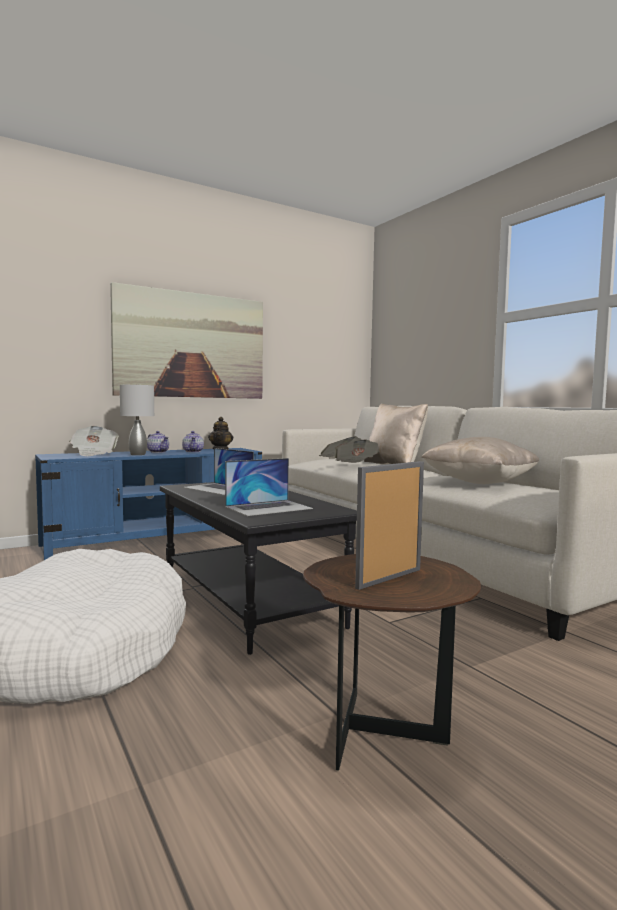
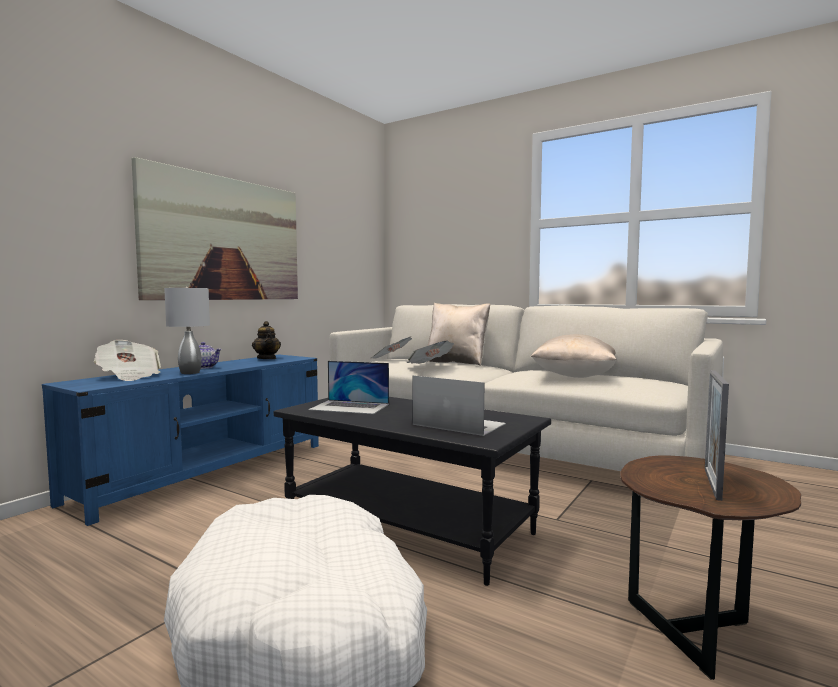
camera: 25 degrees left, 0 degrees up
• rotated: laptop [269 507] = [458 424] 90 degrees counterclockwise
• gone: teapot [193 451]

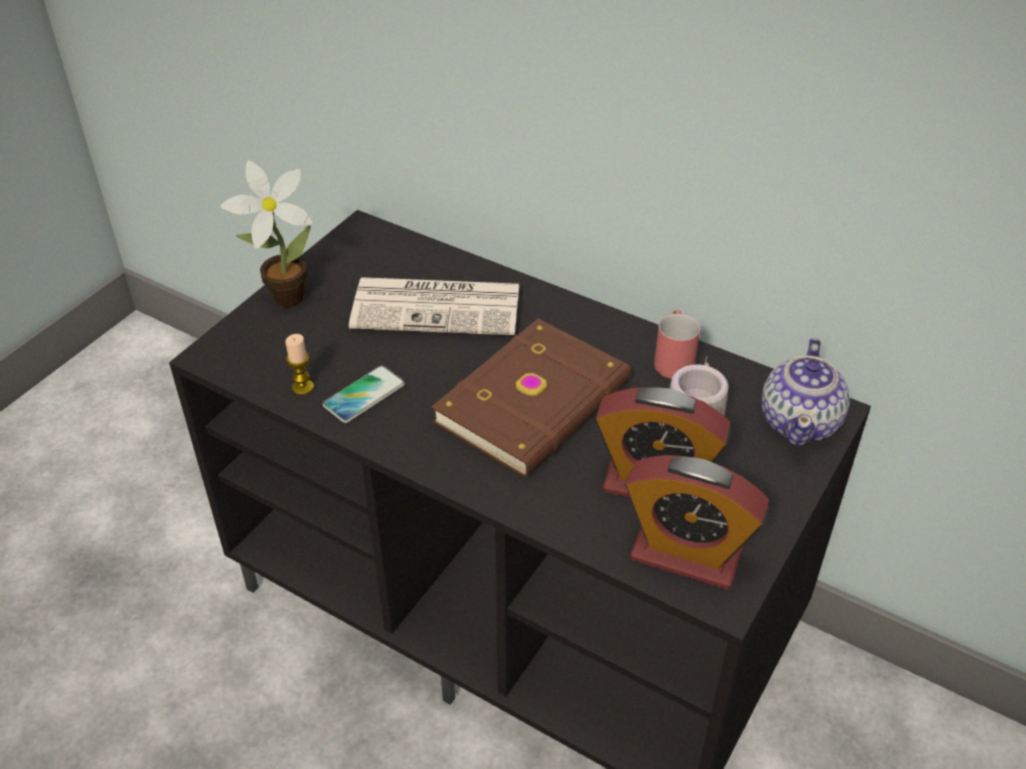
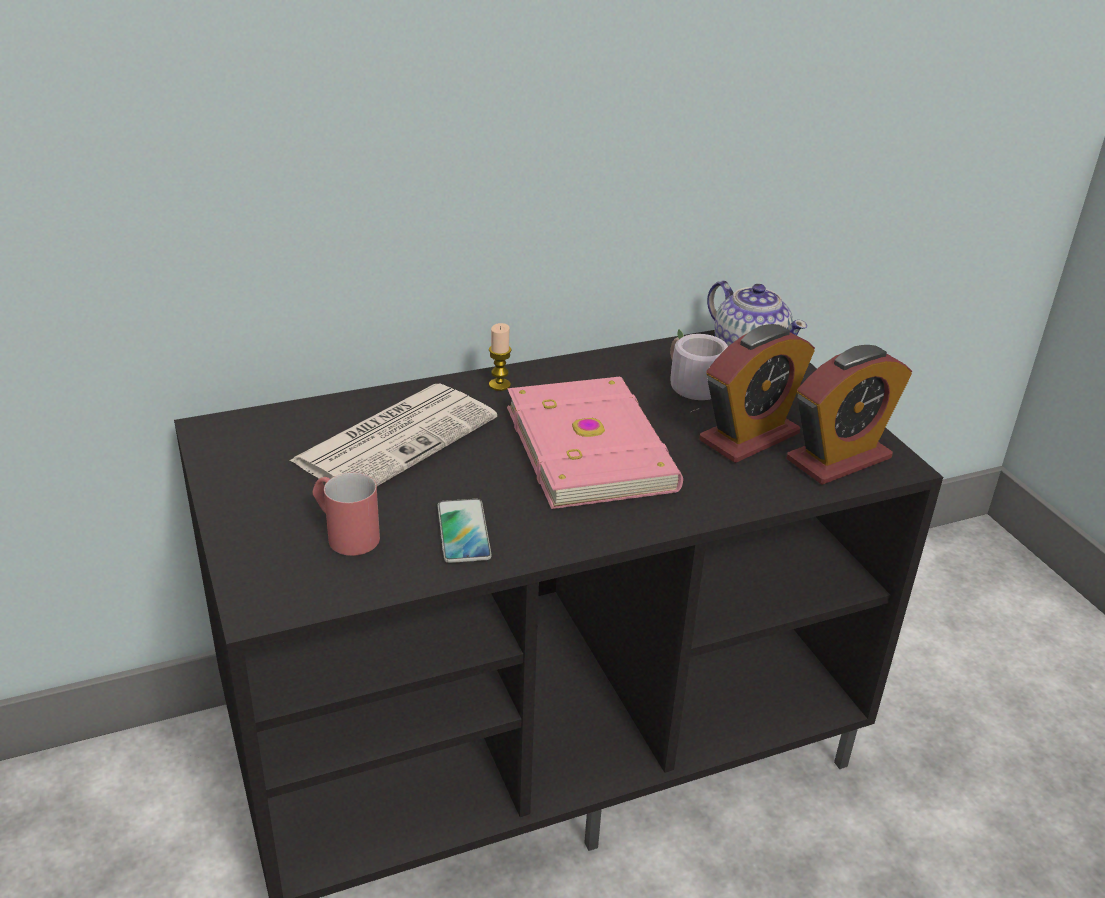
camera: 55 degrees left, 10 degrees down
• shifted: mug/red [673 358] to [345 534]
• shifted: candle [303 387] to [499 385]
• repainted: book/brown [536 403] to book/pink [592 447]
• gone: potted plant [282 297]

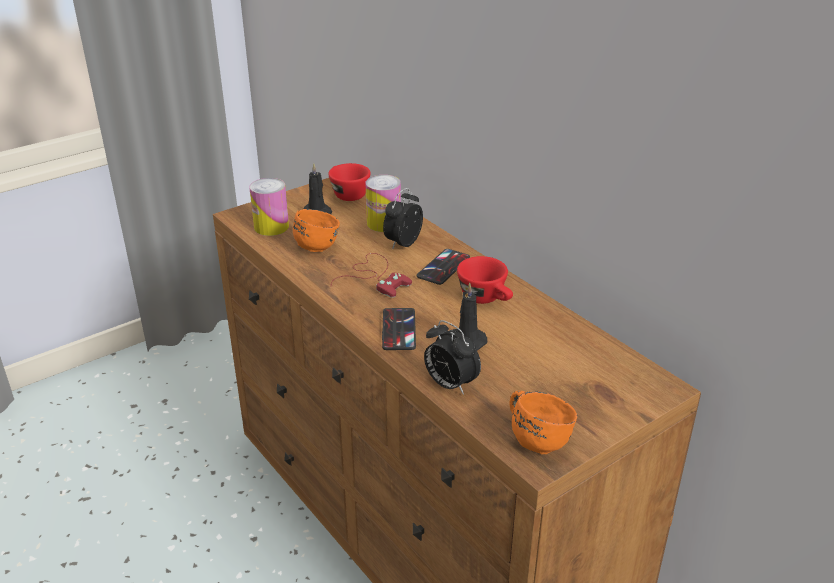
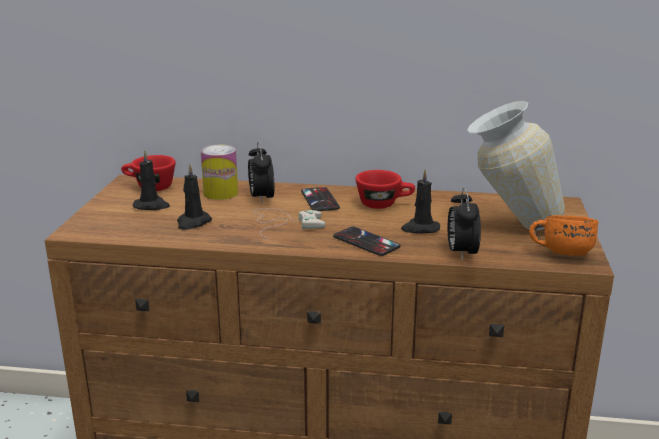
camera: 45 degrees left, 10 degrees down
• swapped: mug/orange [316 244] to candle/black [193 223]
• repainted: game controller/red [375 277] to game controller/white [284 223]
• rotated: alarm clock [449 384] = [461 253] 90 degrees clockwise
• new: vase [508 225]
• gone: can [271 227]

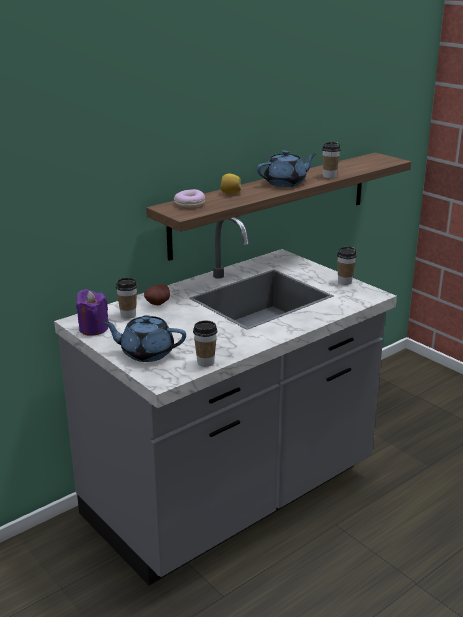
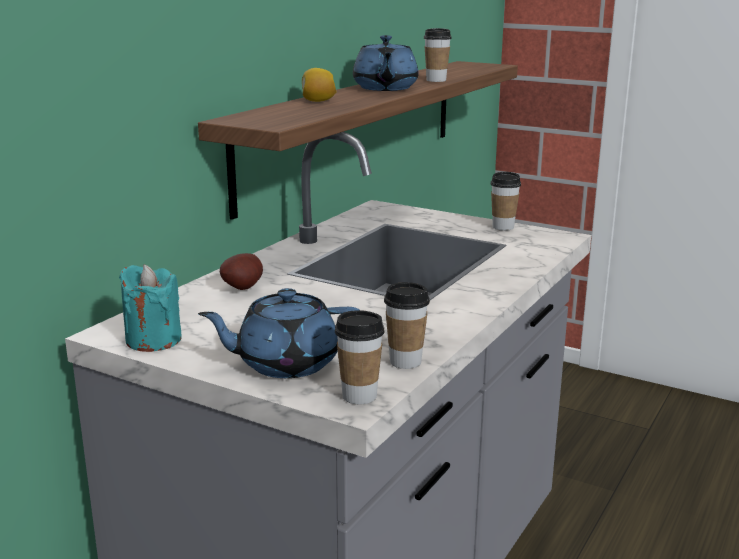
camera: 20 degrees left, 5 degrees down
• repainted: candle/purple [93 329] to candle/turquoise [153 340]
• shifted: cup [128 315] to [359 396]
• rotated: teapot/blue [285 183] = [385 88] 135 degrees clockwise
• gone: donut [190 204]

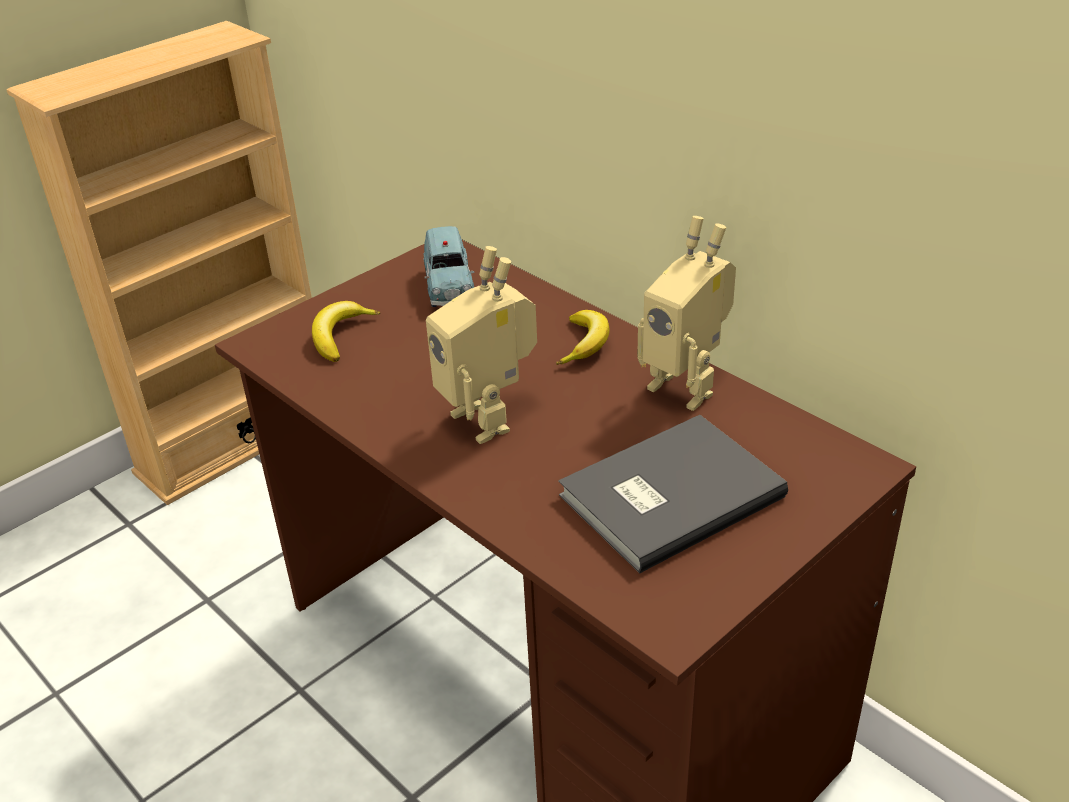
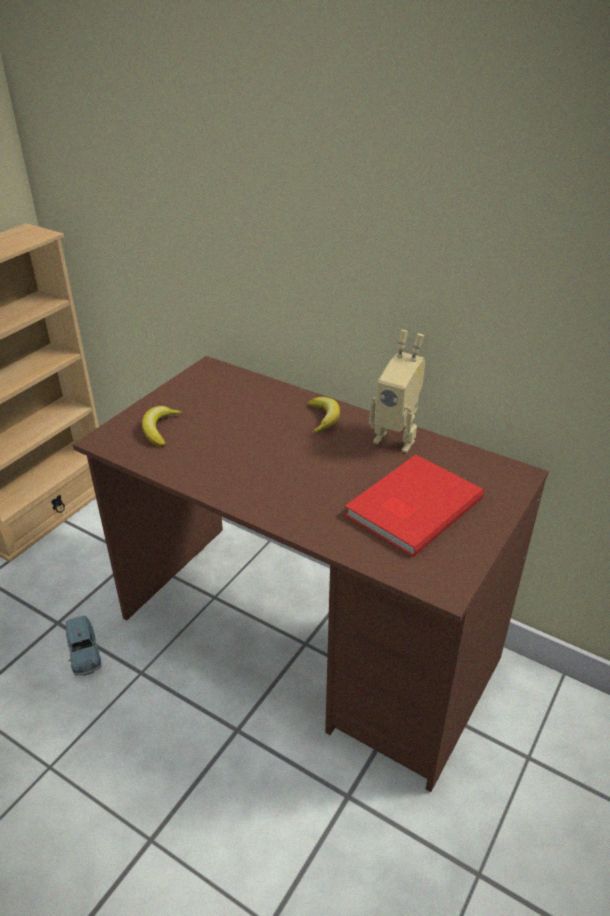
camera: 15 degrees left, 0 degrees up
• shifted: toy car/blue [449 288] to [84 655]
• repainted: book/grey [666 494] to book/red [410 506]
• gone: toy robot [489 418]

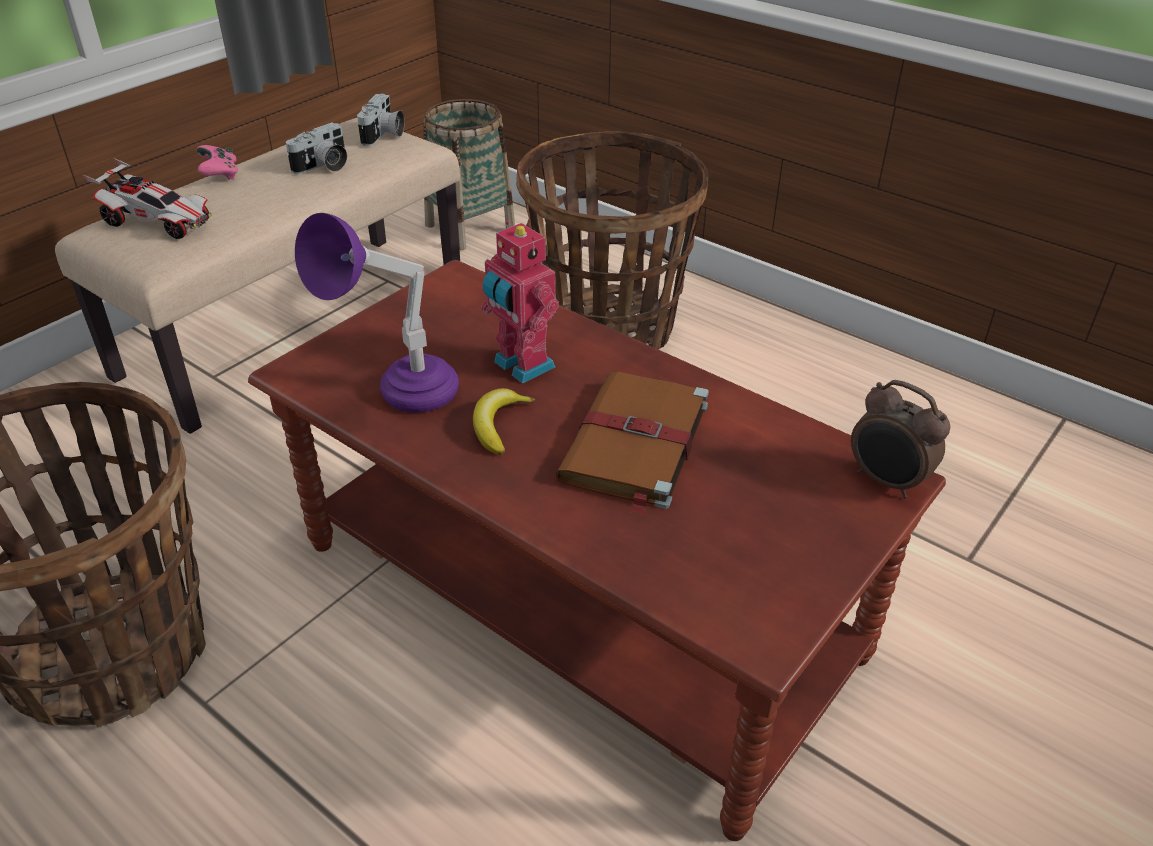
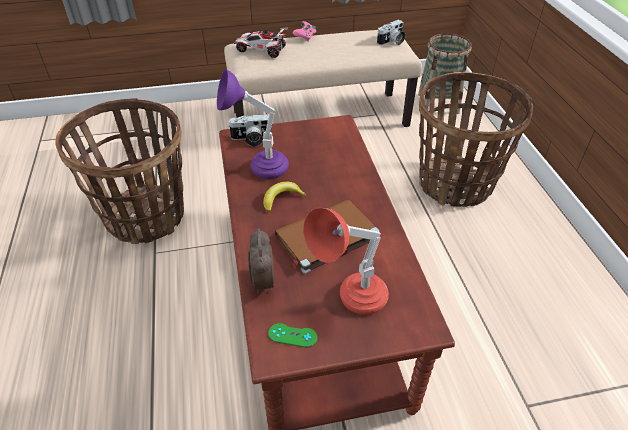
camera: 40 degrees right, 5 degrees up
• shifted: photo camera [323 166] to [251 139]
• rotated: toy car [158 223] = [261 50] 135 degrees clockwise
• shifted: alarm clock [886 482] to [262 282]
• new: game controller/green [292 335]
• new: table lamp/red [350 301]
• gone: toy robot [521 366]

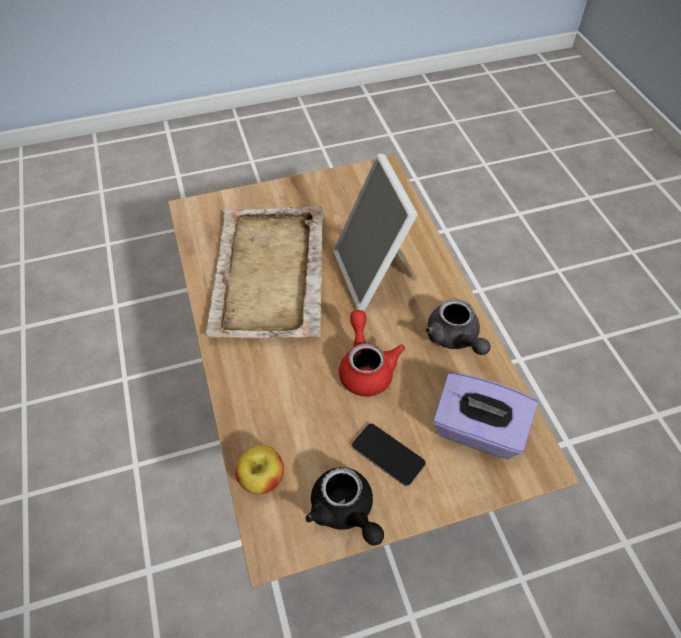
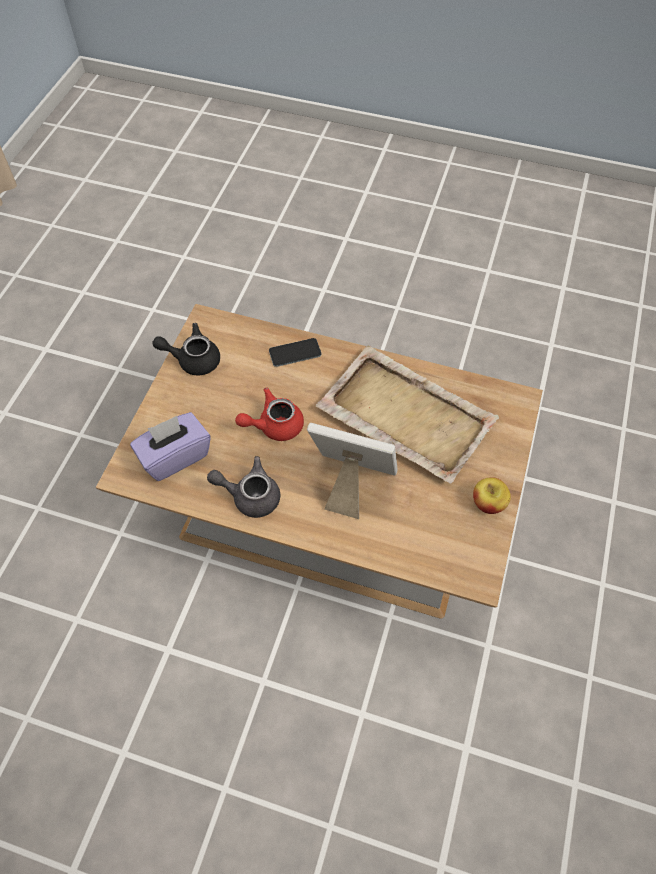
camera: 125 degrees right, 5 degrees up
• rotated: teapot/red [365 367] = [274 425] 135 degrees clockwise
• shifted: phone [388 454] to [295 353]
• shifted: apple [262 478] to [488 503]

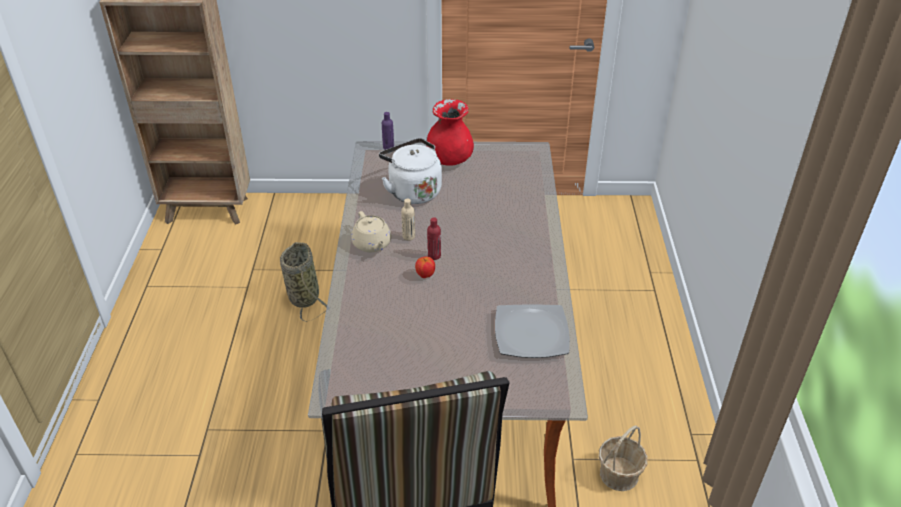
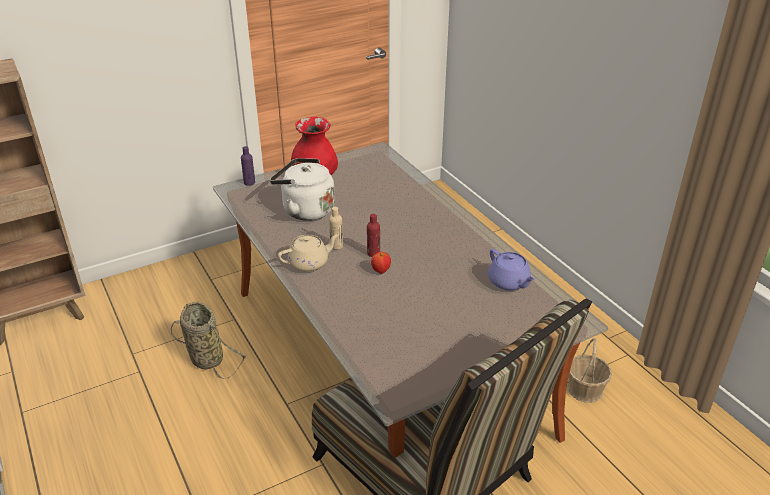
camera: 30 degrees left, 5 degrees down
• rotated: teapot/beige [372 244] = [309 263] 60 degrees counterclockwise
• swapped: plate [532 333] to teapot/purple [509 282]

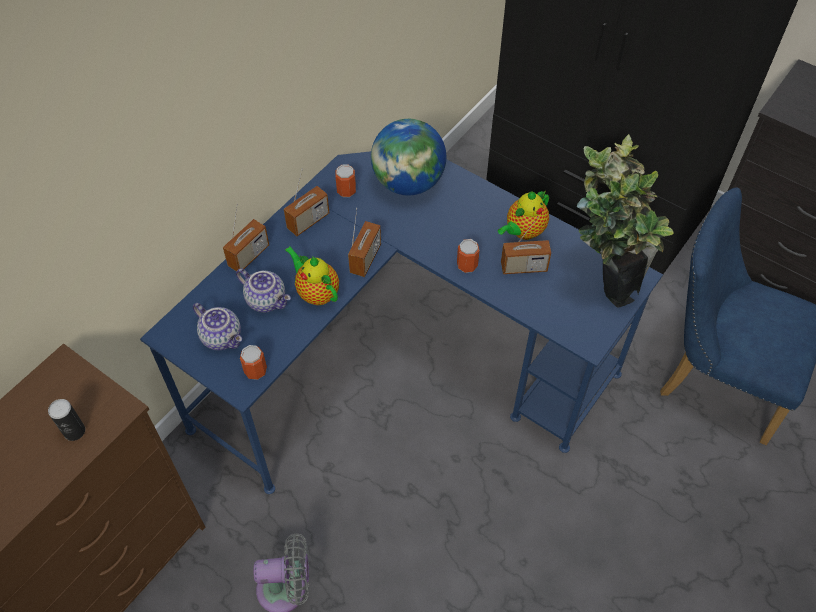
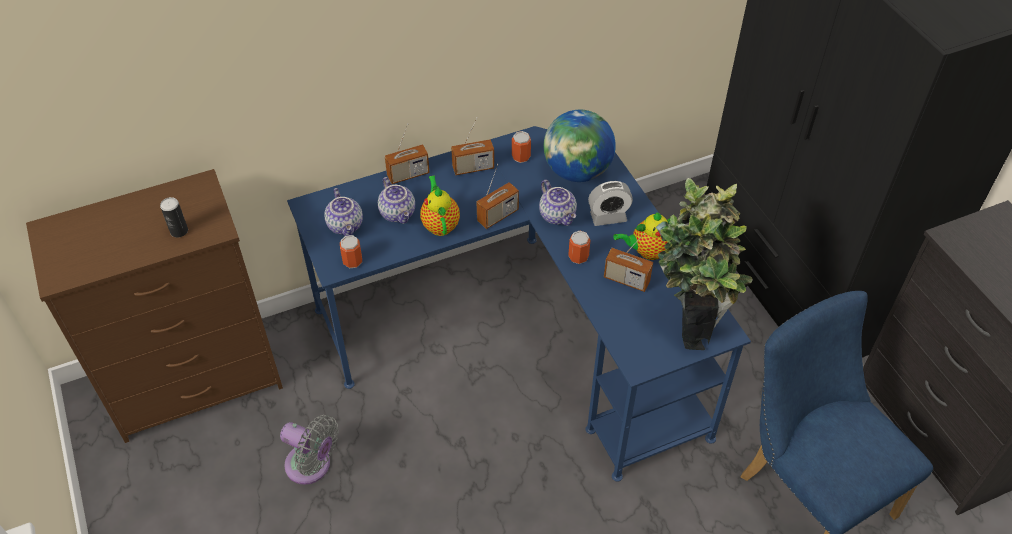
camera: 30 degrees right, 5 degrees down
• new: teapot [558 215]
• new: alarm clock [608 217]

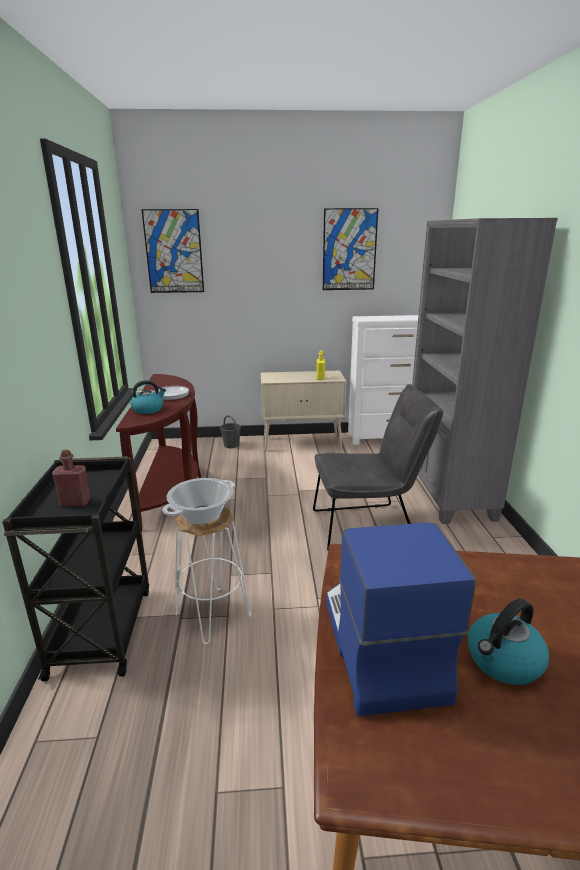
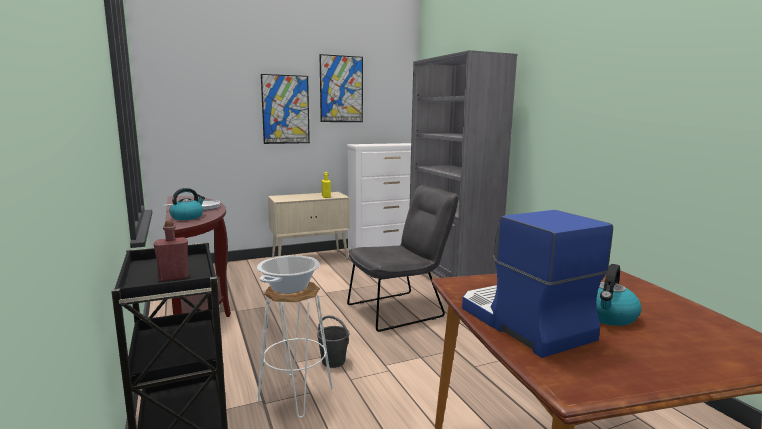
camera: 20 degrees left, 10 degrees down
• shifted: picture [174 252] to [285 109]
• shifted: bucket/grey [231 445] to [333 361]

